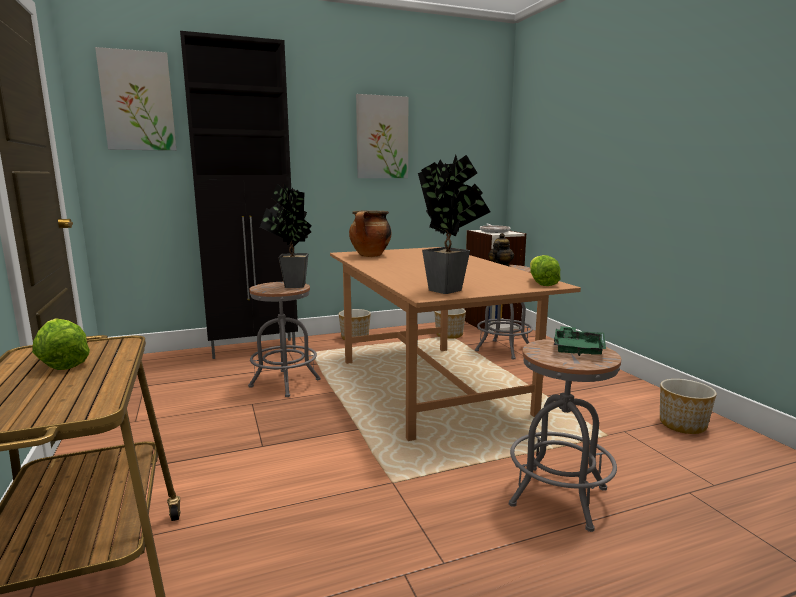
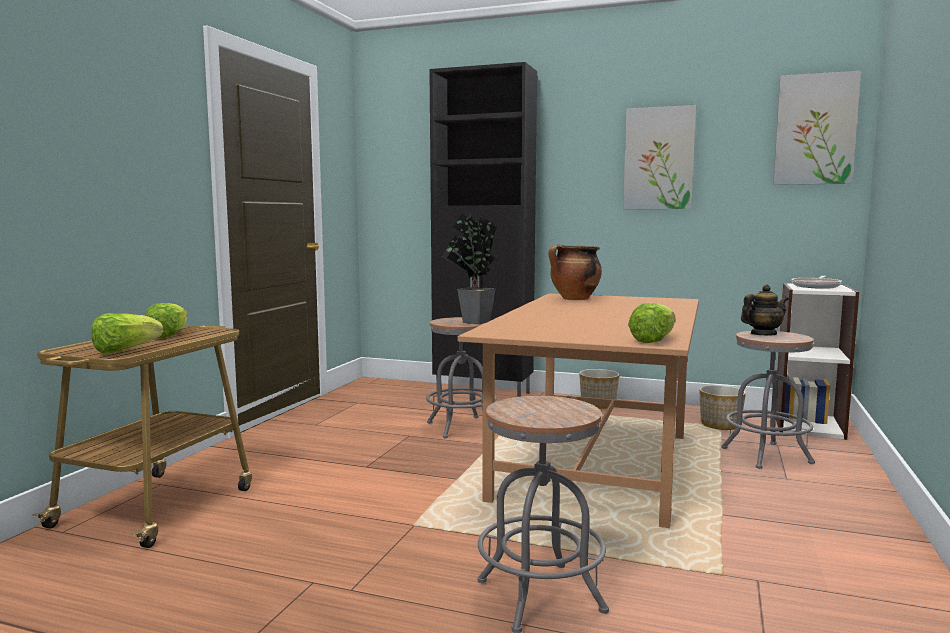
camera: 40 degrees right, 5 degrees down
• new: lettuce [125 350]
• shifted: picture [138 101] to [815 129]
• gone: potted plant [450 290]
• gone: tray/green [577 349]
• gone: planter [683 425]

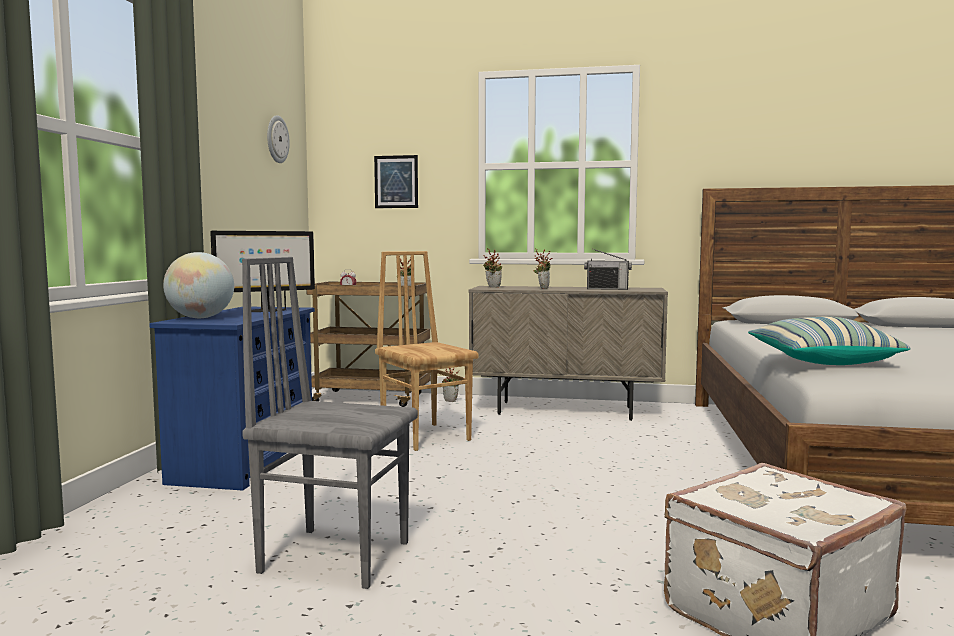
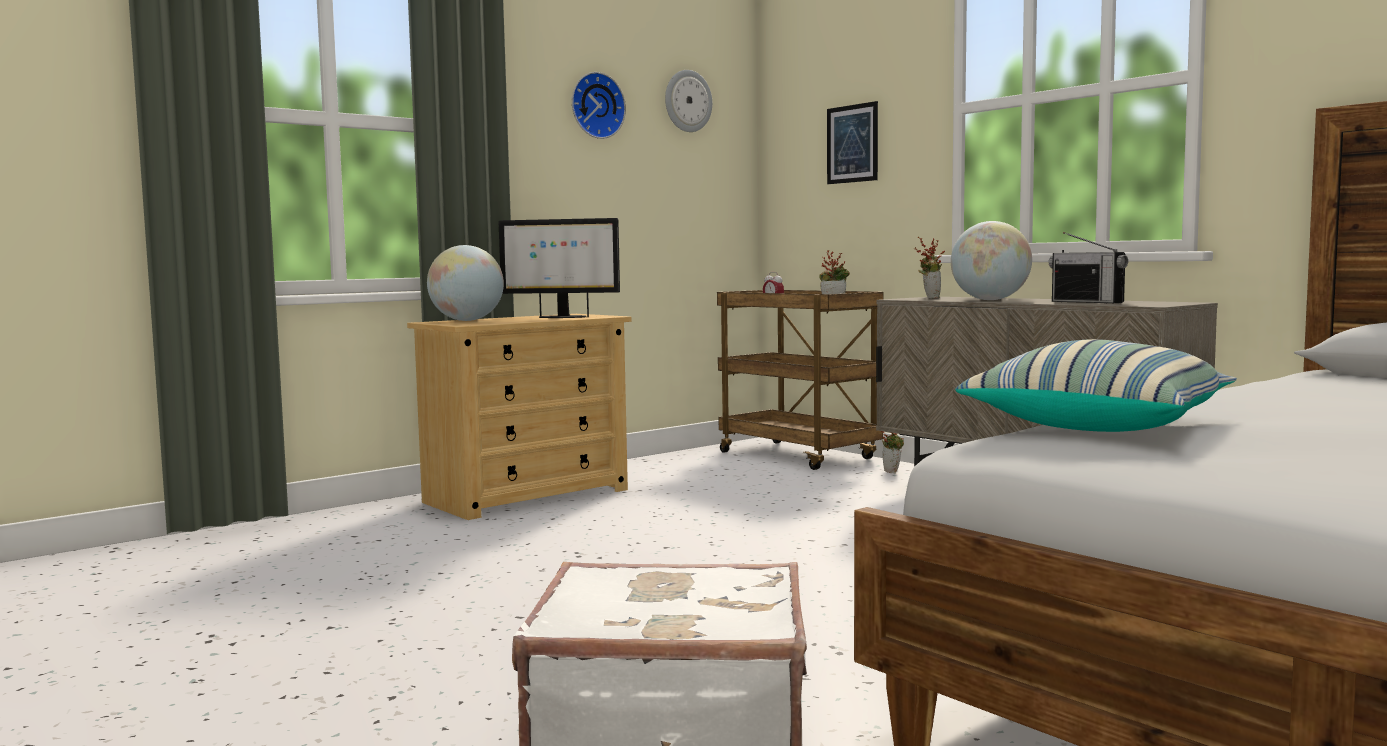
camera: 40 degrees right, 0 degrees up
• repainted: dresser/blue [245 461] to dresser/beige [528 496]
• new: wall clock [595 106]
• swapped: potted plant [542 288] to globe [990 300]
• gone: chair/grey [335 555]
• gone: chair/brown [426 436]

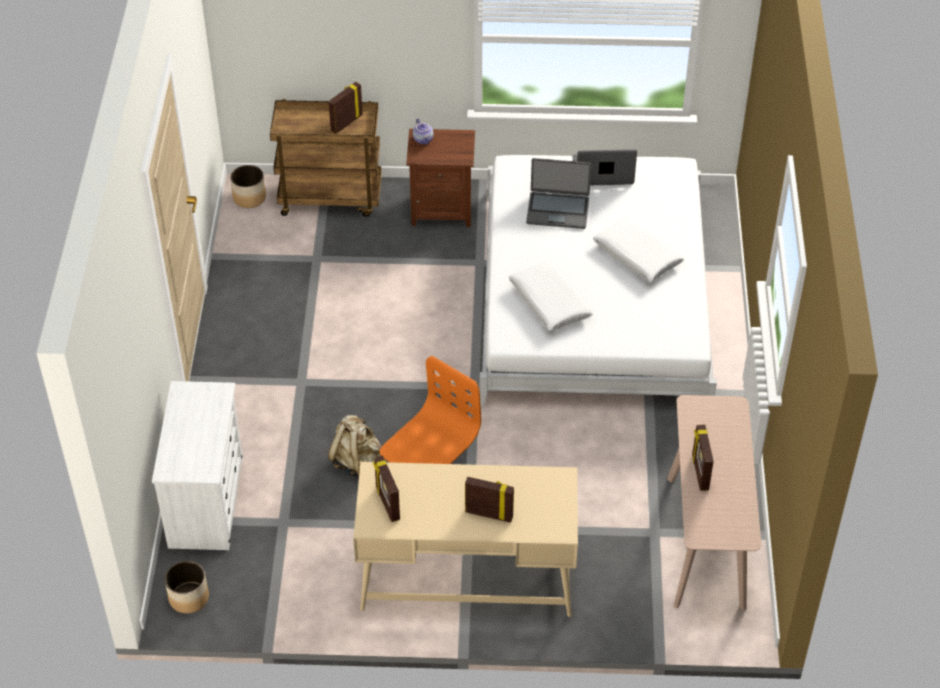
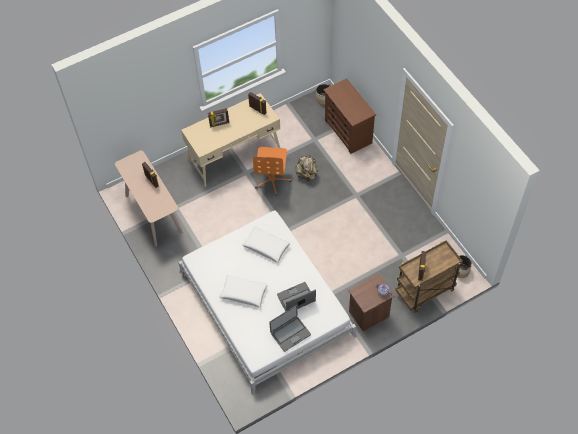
camera: 150 degrees right, 10 degrees up
• repainted: dresser/white [206 501] to dresser/brown [348 132]

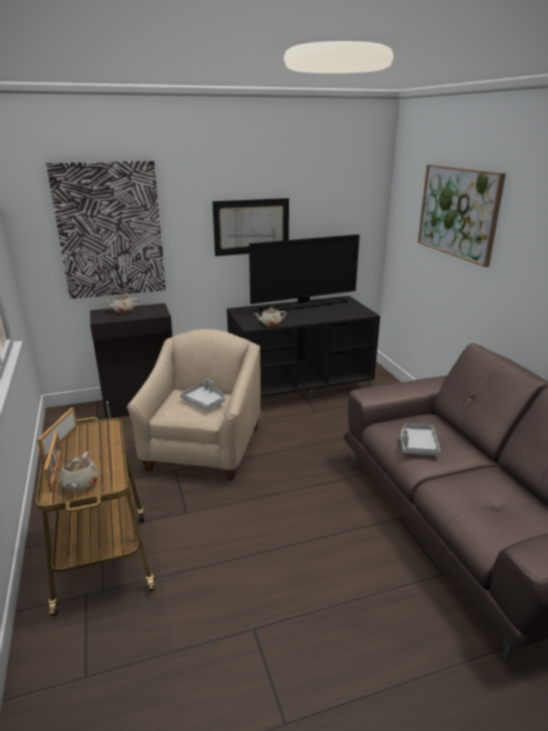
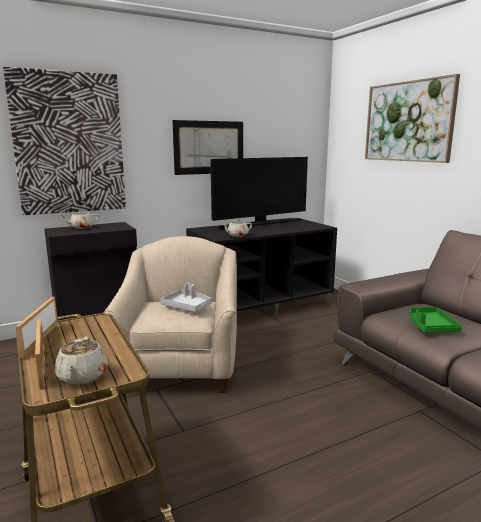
camera: 10 degrees left, 10 degrees down
• repainted: tray/grey [417 445] to tray/green [430 326]

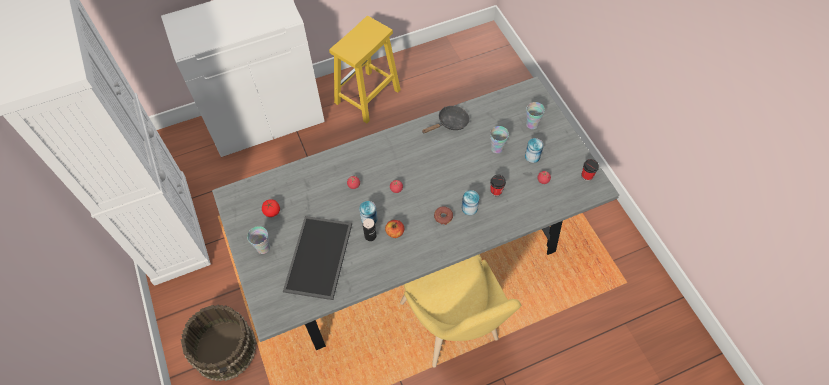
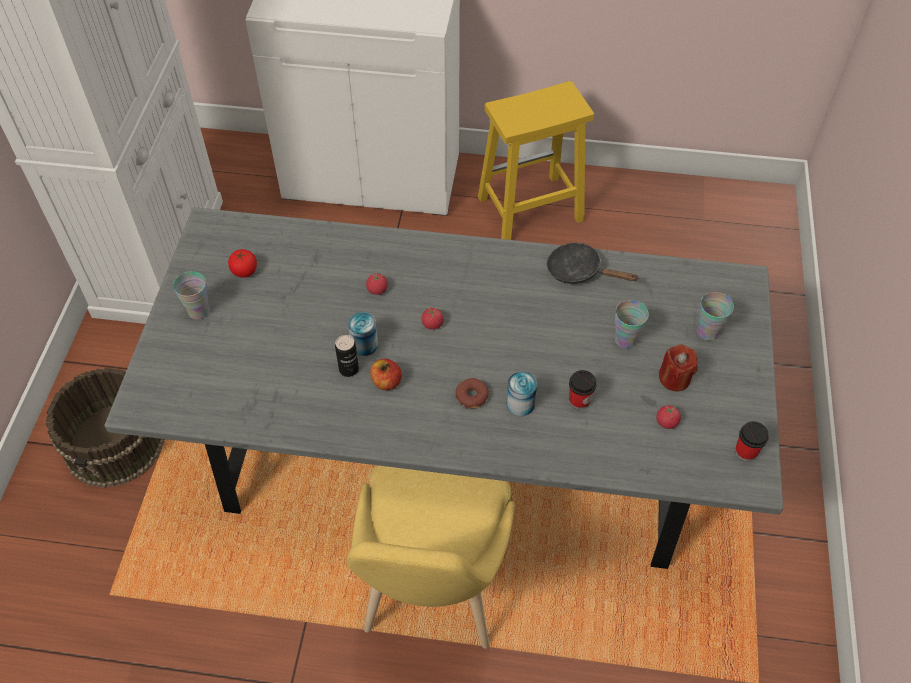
camera: 30 degrees right, 5 degrees down
• rotated: frying pan/black [450 123] = [579 271] 150 degrees counterclockwise
• swapped: can [532 156] to candle/red [674 378]
• gone: tray [319 258]

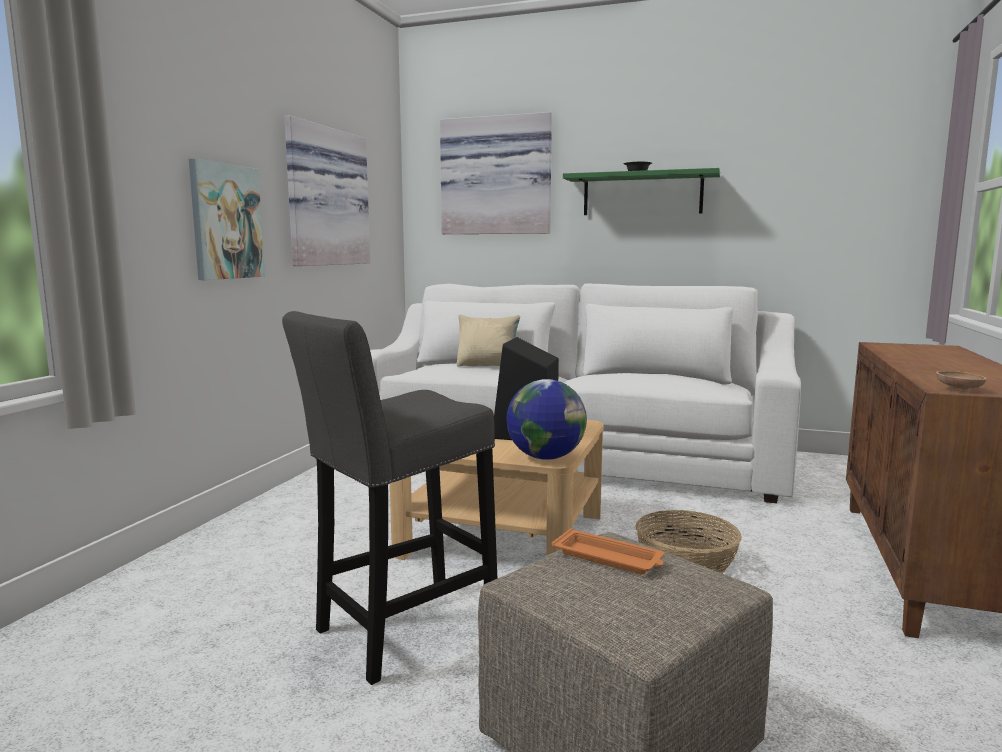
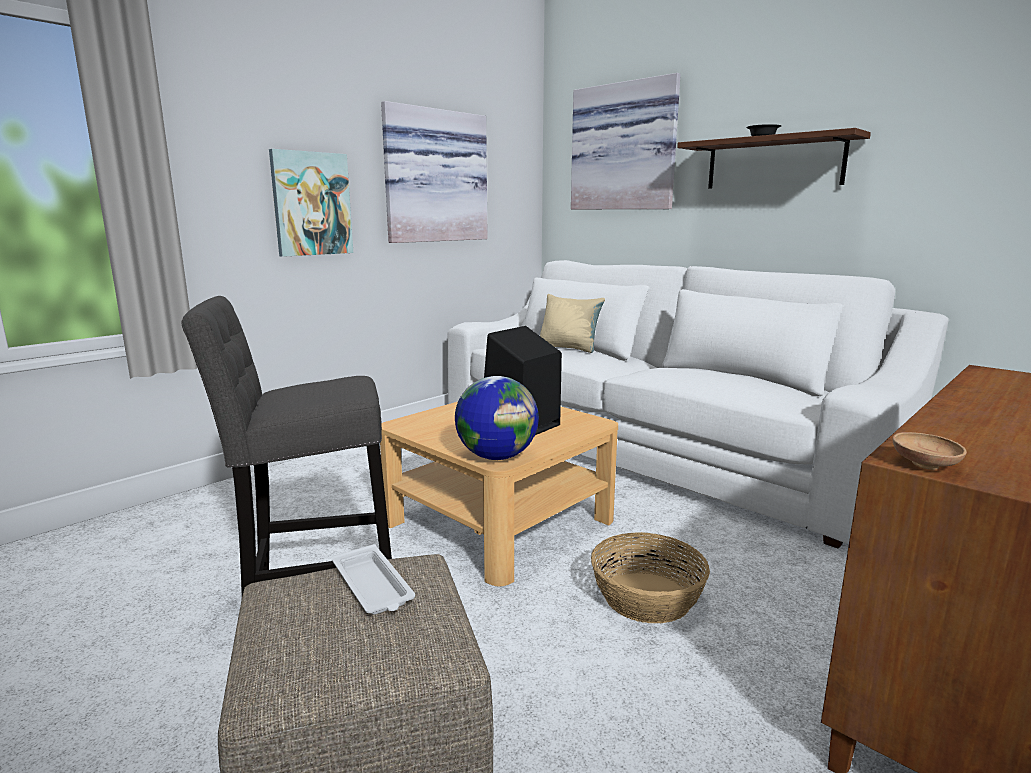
camera: 25 degrees right, 5 degrees up
• repainted: tray/orange [609 558] to tray/white [373 587]
• repainted: shelf/green [642 194] to shelf/brown [774 163]

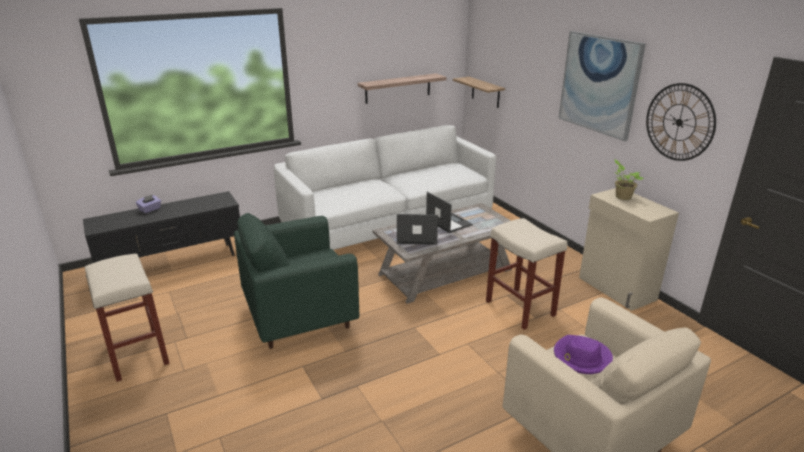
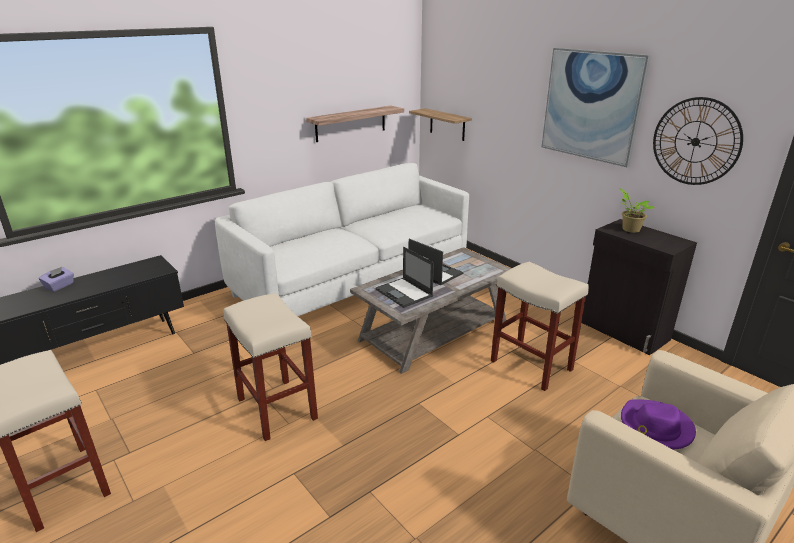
camera: 10 degrees left, 0 degrees up
• swapped: armchair/green [300 319] to stool/beige [276 408]
• rotated: laptop [416 237] = [404 293] 120 degrees counterclockwise
• repainted: cabinet/beige [616 289] to cabinet/black [624 331]

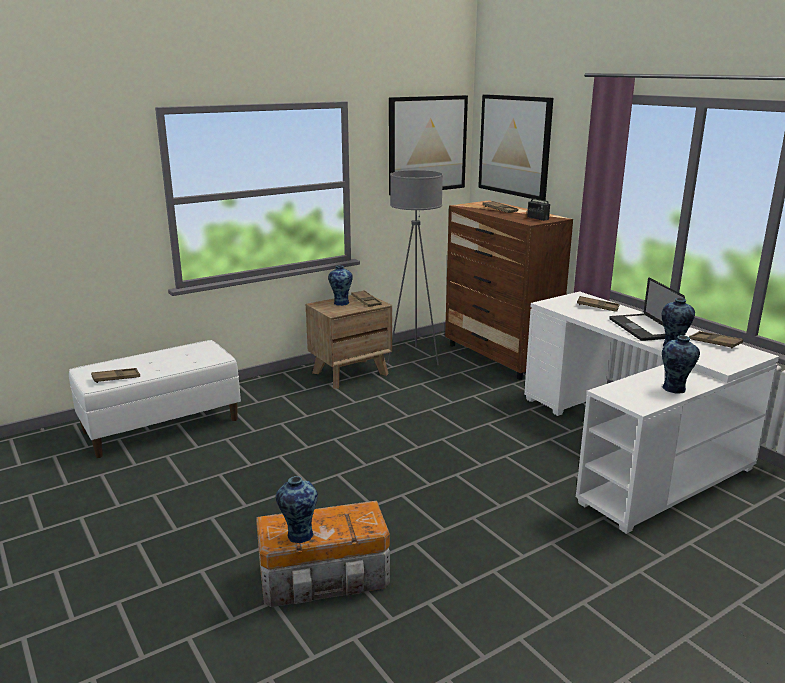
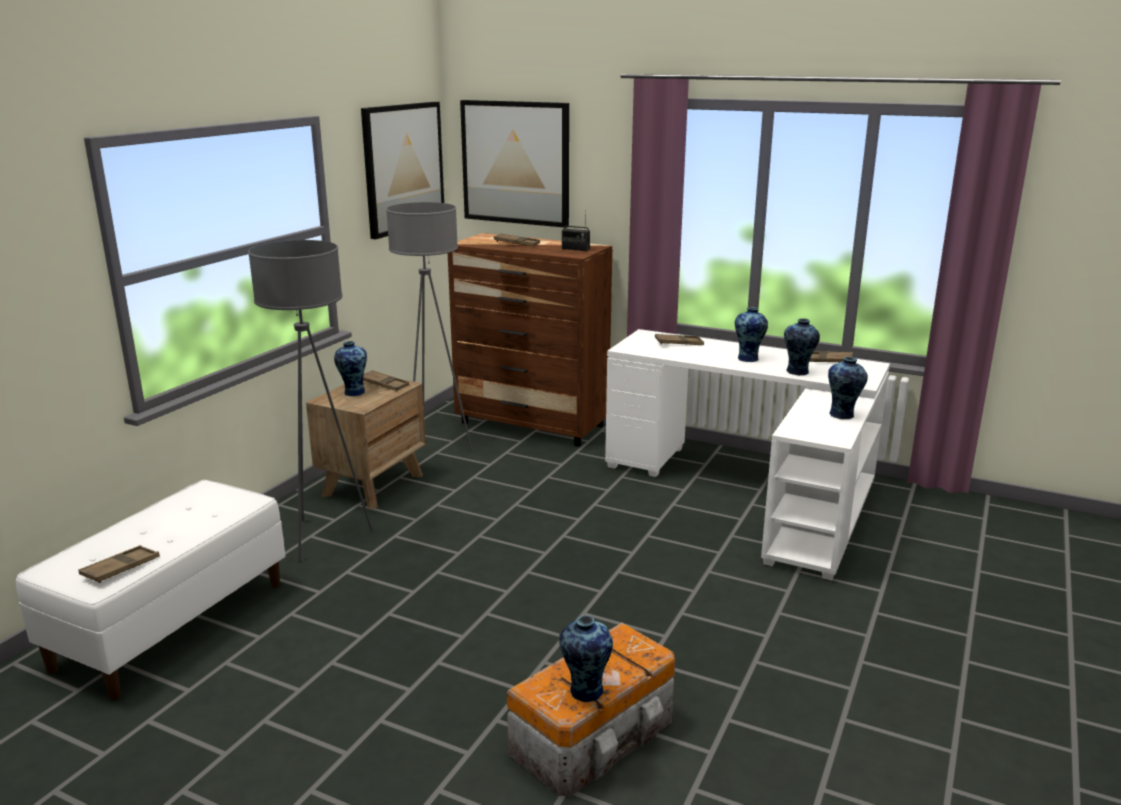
camera: 30 degrees left, 0 degrees up
• new: floor lamp/grey [324 537]
• swapped: laptop [642 328] to vase [748 358]

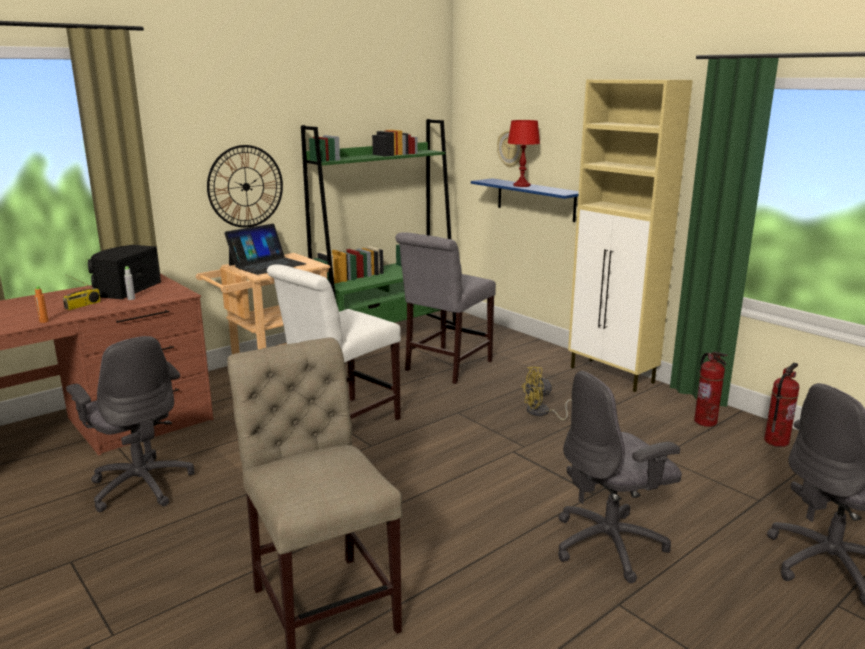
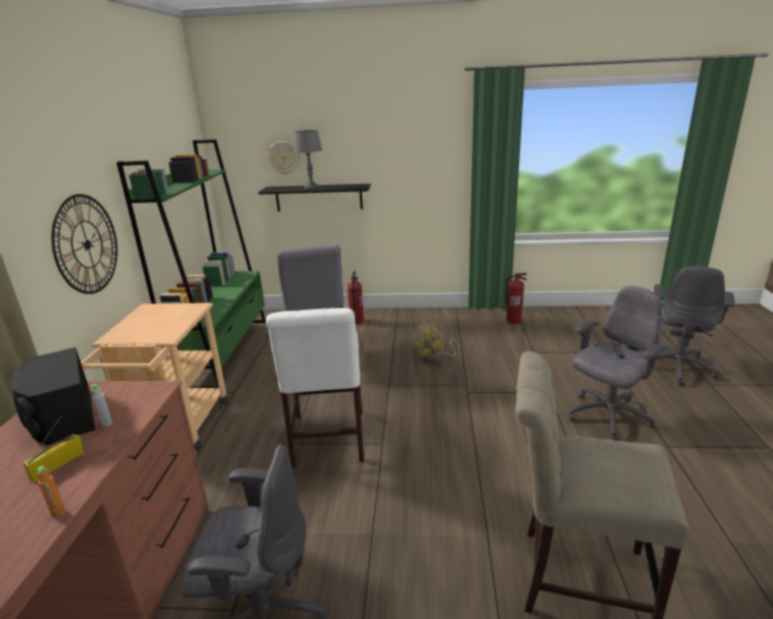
camera: 45 degrees left, 5 degrees up
• rotated: radio [83 305] = [58 464] 135 degrees counterclockwise
• repainted: shelf/blue [535 199] to shelf/black [319 197]
• repainted: table lamp/red [522 185] to table lamp/grey [311 187]
• shifted: fire extinguisher [776 441] to [356 321]
• rotated: office chair/grey [610 545] = [607 416] 150 degrees counterclockwise
• gone: laptop [267 264]
• gone: cabinet/beige [612 375]

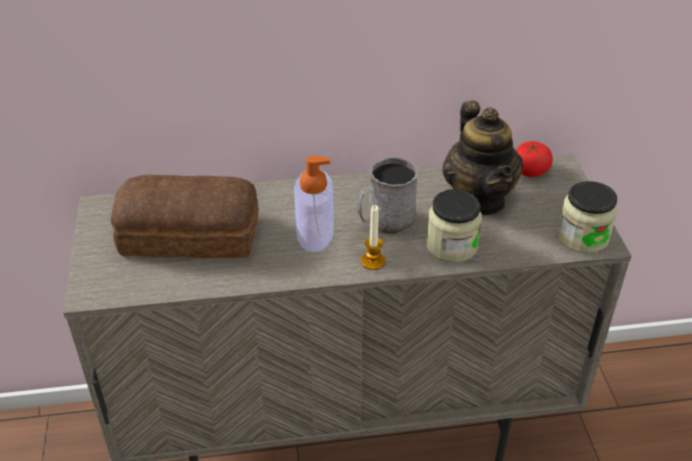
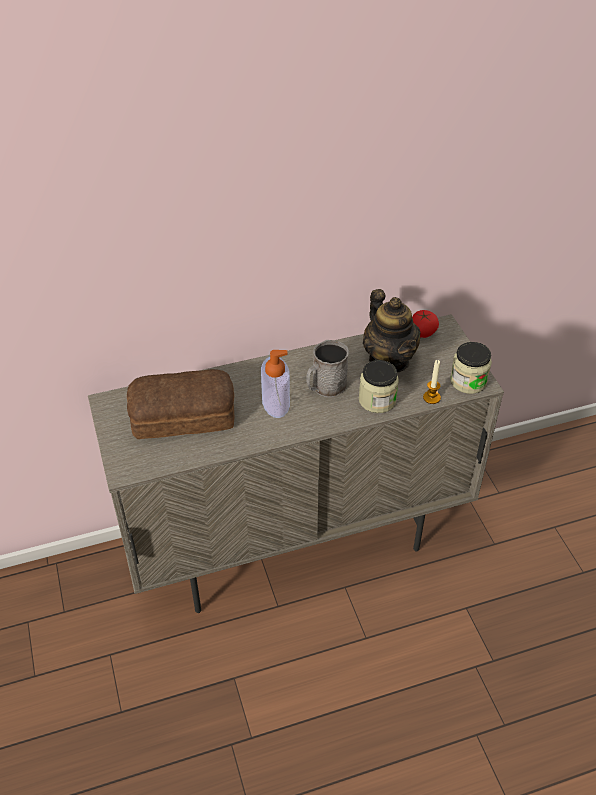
camera: 10 degrees left, 5 degrees up
• shifted: candle [373 261] to [431 397]

